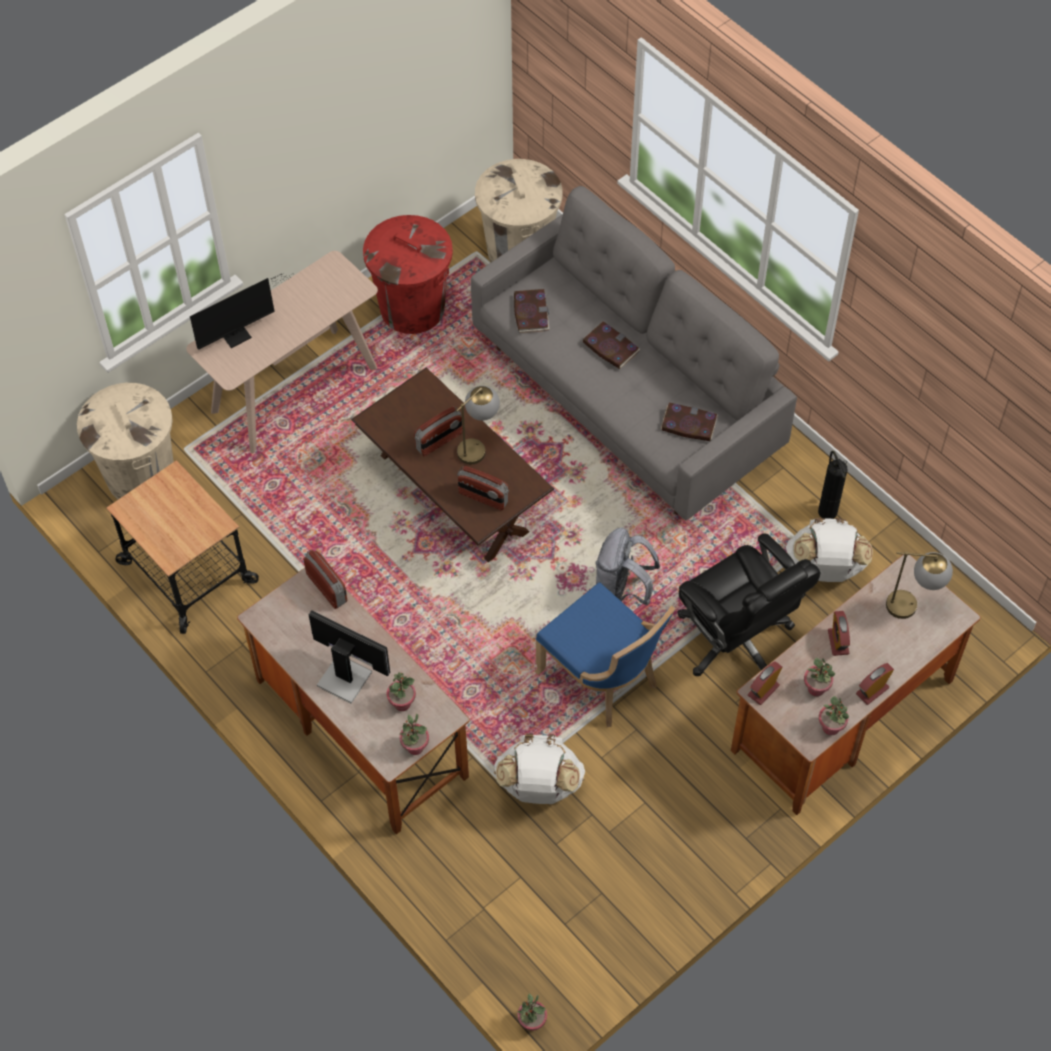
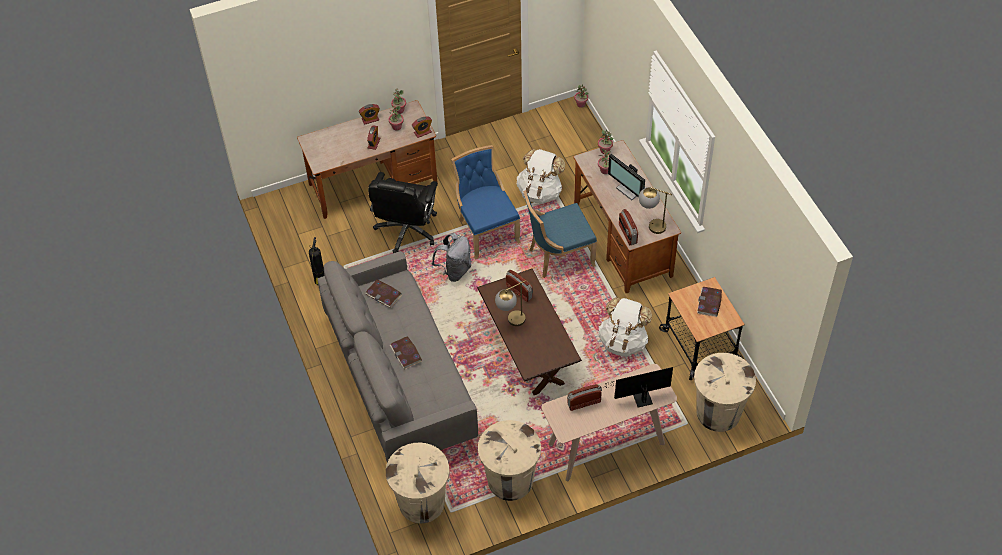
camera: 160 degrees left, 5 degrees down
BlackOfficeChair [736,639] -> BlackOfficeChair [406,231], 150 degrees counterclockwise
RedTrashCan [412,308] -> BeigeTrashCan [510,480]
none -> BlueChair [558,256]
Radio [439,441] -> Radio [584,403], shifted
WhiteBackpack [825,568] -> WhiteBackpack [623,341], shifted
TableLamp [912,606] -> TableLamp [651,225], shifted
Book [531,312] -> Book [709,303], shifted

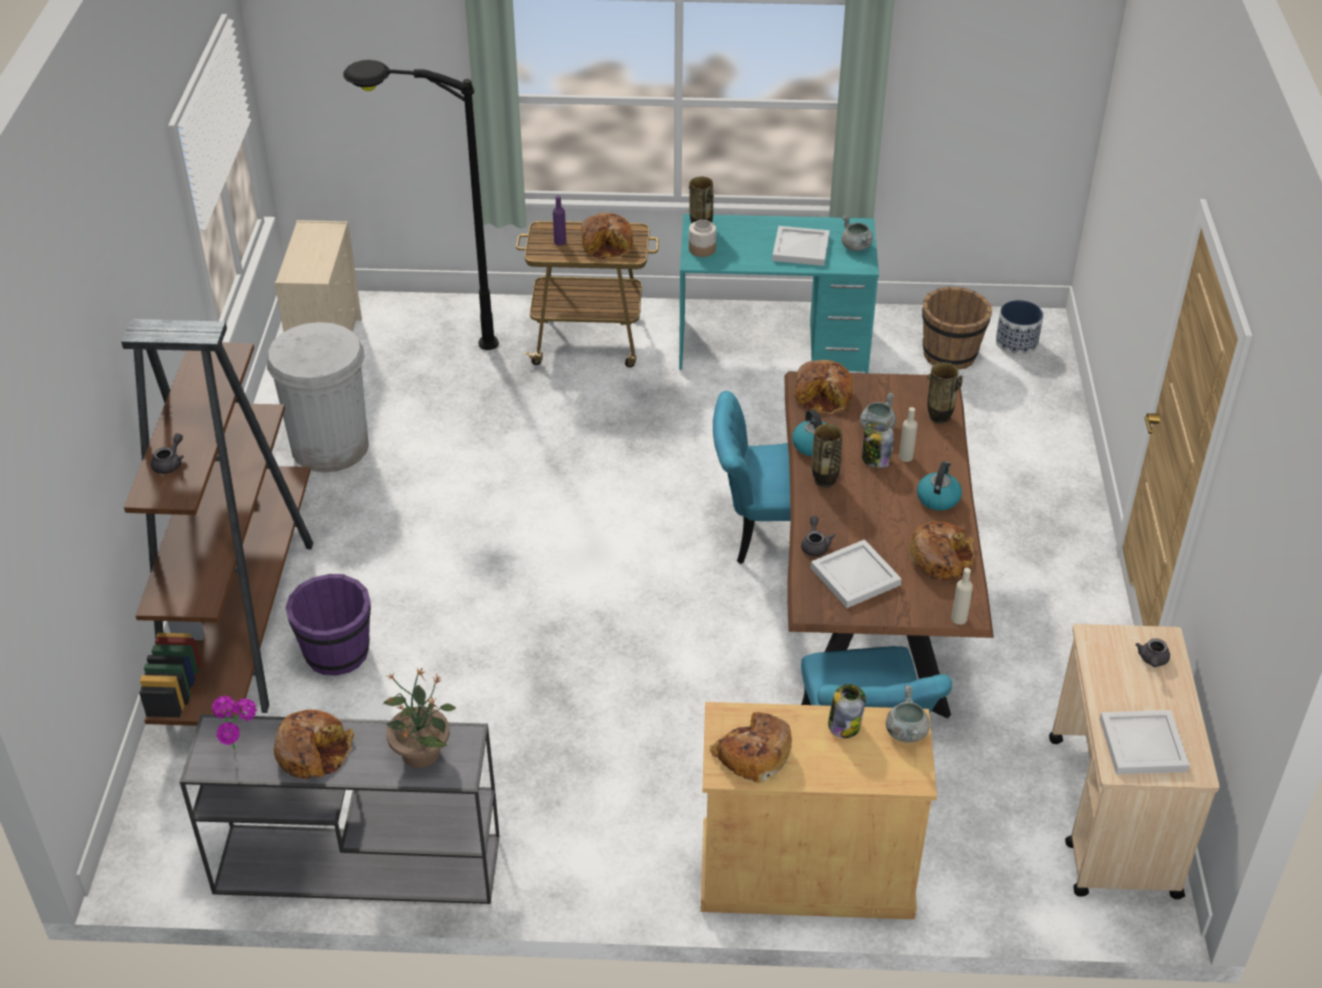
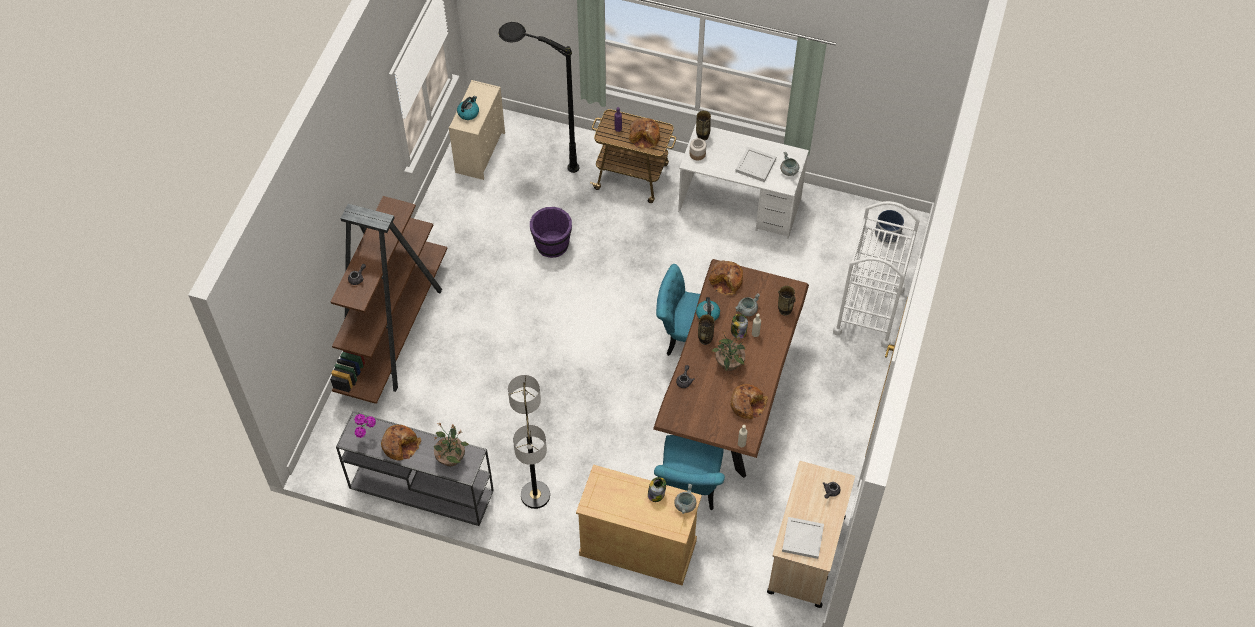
camera: 15 degrees right, 15 degrees up
Kettle [938,498] -> Kettle [468,113], shifted
none -> FloorLamp [535,495]
PurpleBucket [337,653] -> PurpleBucket [552,245], shifted
TurquoiseDesk [773,346] -> WhiteDesk [740,205]
none -> PottedPlant [729,364]
none -> WhiteCart [869,311]
WhiteTrashCan [330,447] -> none
Bread [752,753] -> none
WhiteTray [855,577] -> none
BrownBucket [950,355] -> none

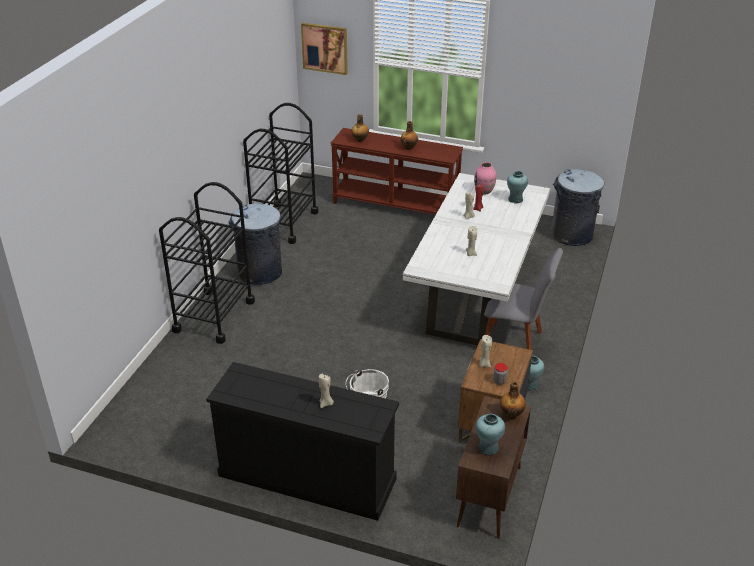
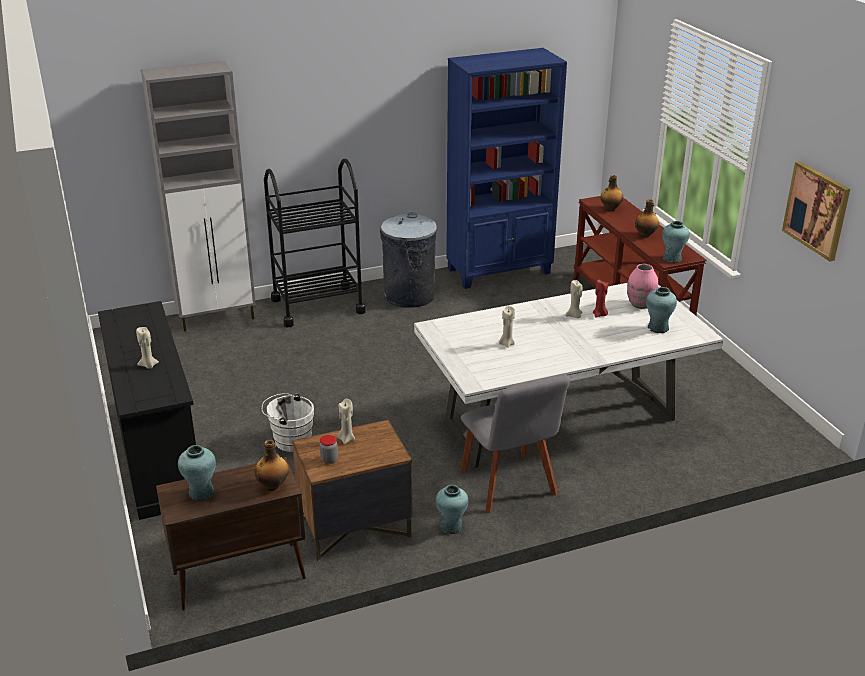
camera: 50 degrees right, 5 degrees down
none -> GreyCabinet [217,318]
BlackCart [284,223] -> BlueBookcase [500,271]
none -> TurquoiseVase [672,258]
Picture [325,48] -> Picture [816,210], shifted
GreyTrashCan [571,235] -> none

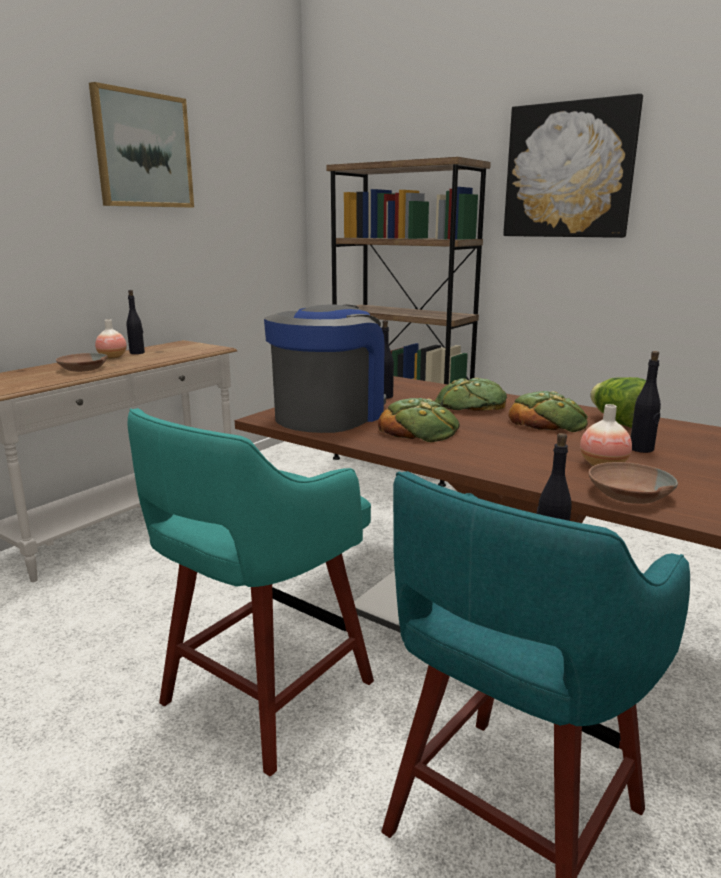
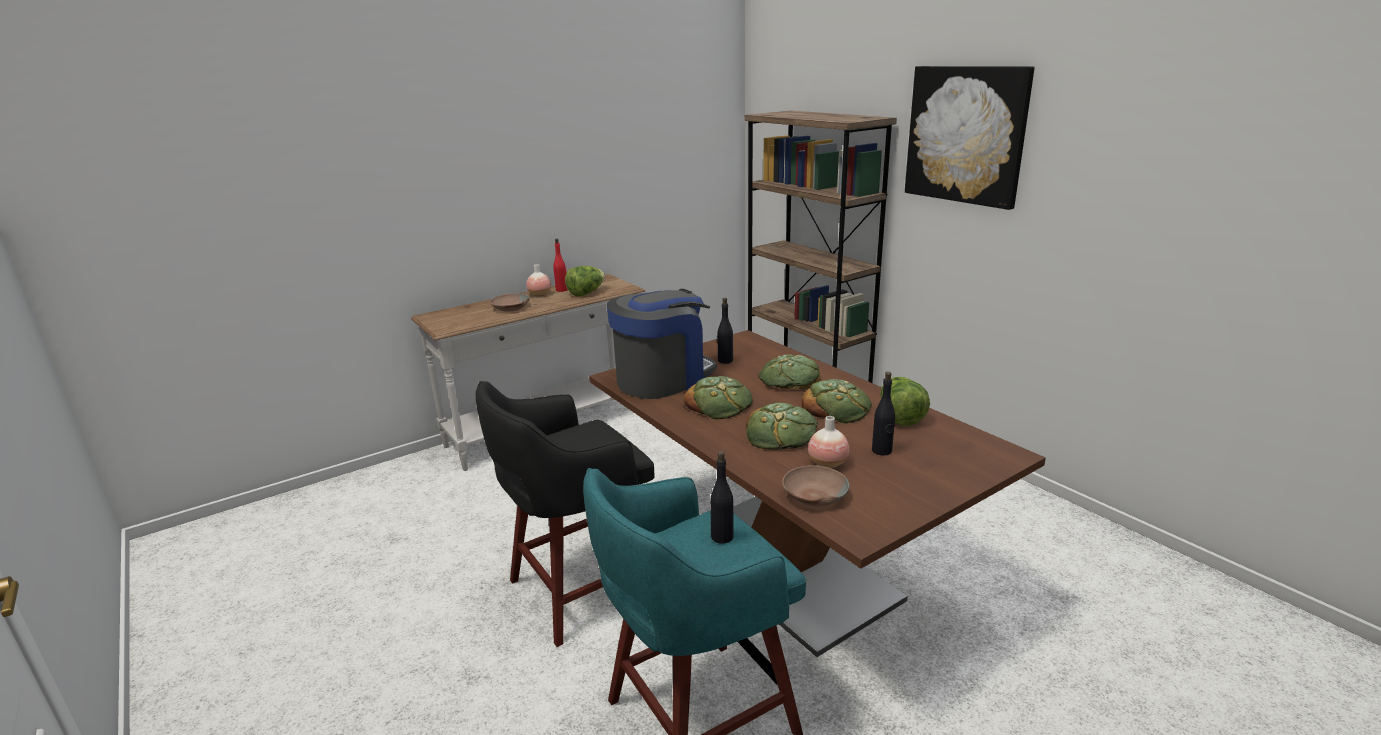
camera: 20 degrees right, 5 degrees up
TurquoiseStool [263,695] -> BlackStool [579,590]
BlackBottle [137,353] -> RedBottle [562,290]
none -> Lettuce [586,293]
none -> Bread [781,433]
Picture [143,150] -> none

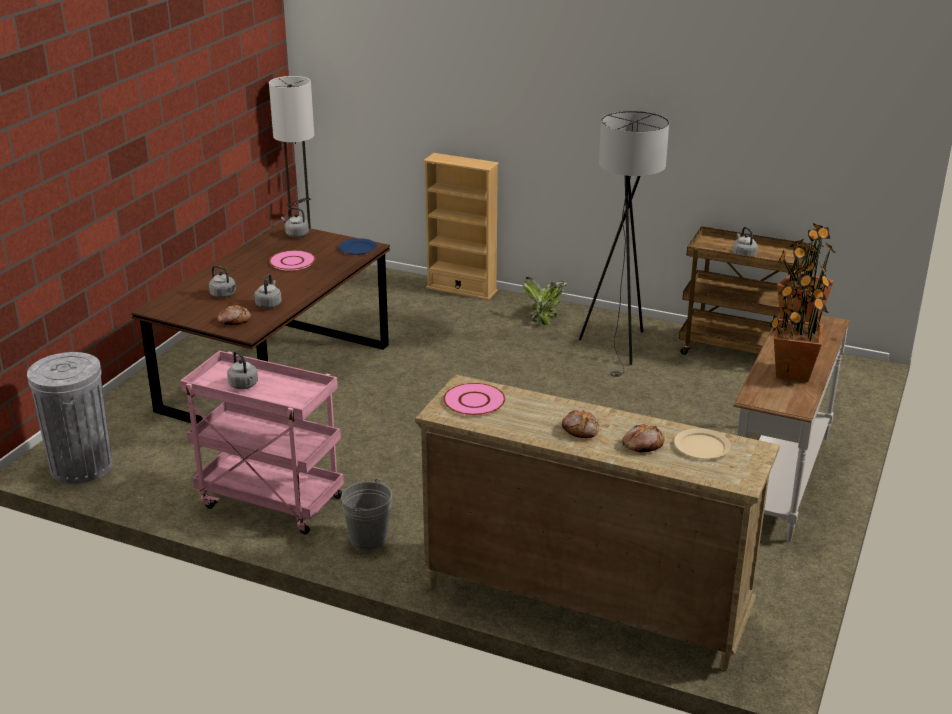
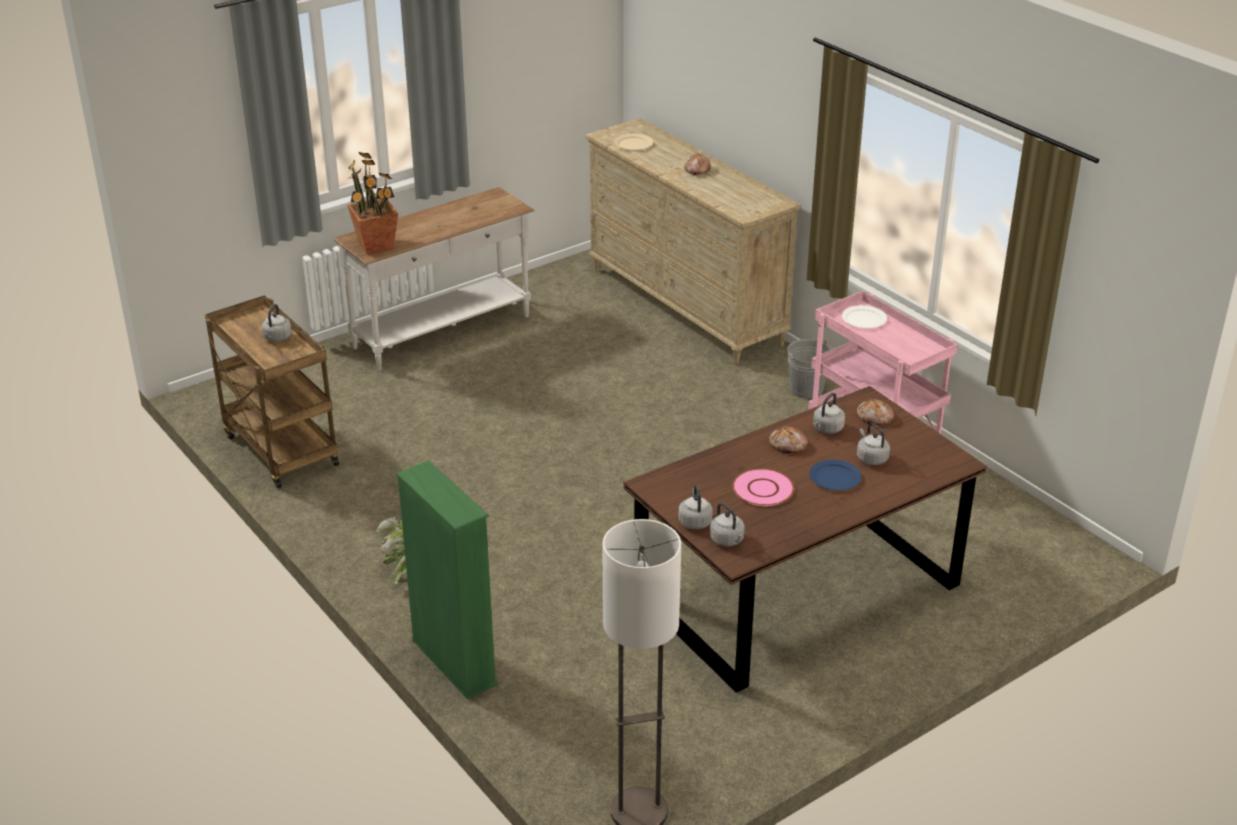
camera: 150 degrees left, 5 degrees up
BeigeBookcase [461,289] -> GreenBookcase [454,662]
GreyKettle [244,385] -> GreyKettle [694,521], shifted
Bread [642,444] -> Bread [788,445], shifted
BluePlate [357,248] -> BluePlate [835,478], shifted
none -> WhitePlate [863,319]
GreyTrashCan [81,466] -> none
PinkPlate [474,401] -> none
GreyFloorLamp [620,348] -> none
PottedPlant [792,372] -> none

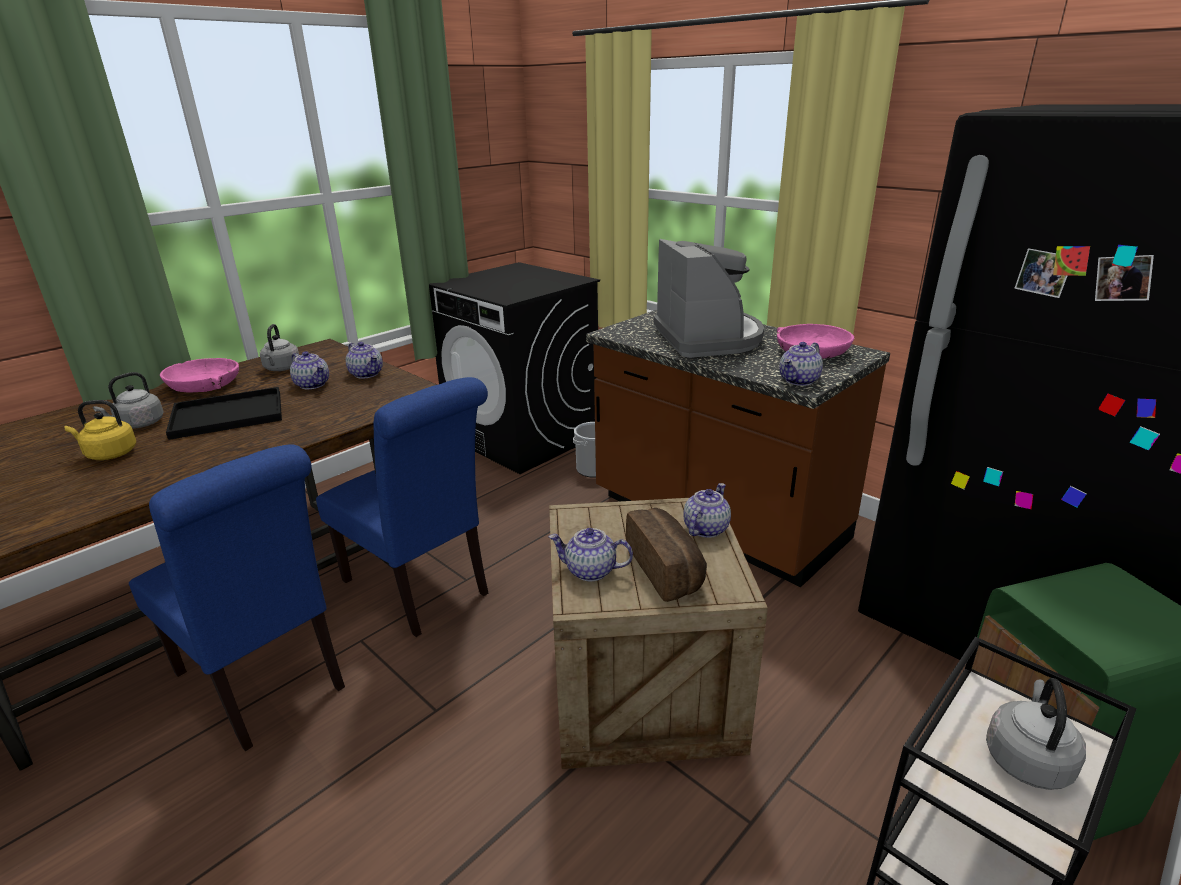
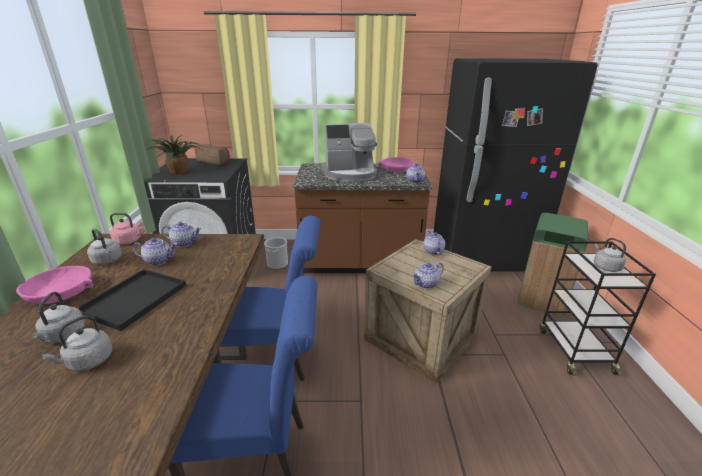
camera: 45 degrees left, 0 degrees up
YellowKettle [109,454] -> GreyKettle [88,361]
none -> PinkKettle [129,241]
none -> PottedPlant [178,171]
Bread [667,569] -> Bread [214,161], shifted
CoffeeMachine [708,338] -> CoffeeMachine [350,174], 135 degrees clockwise

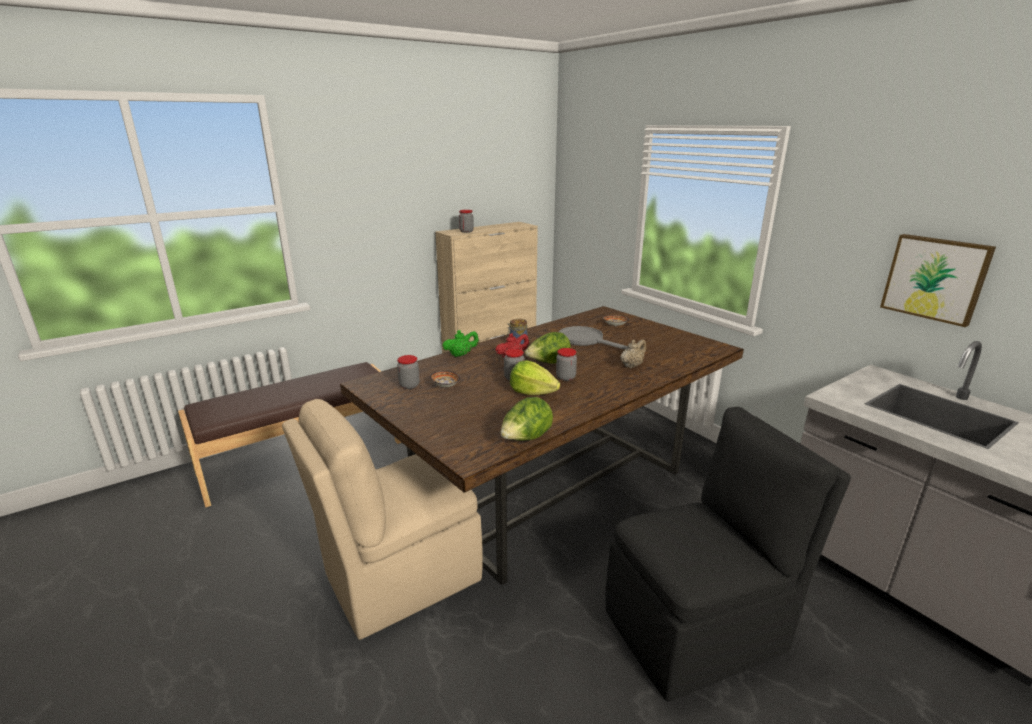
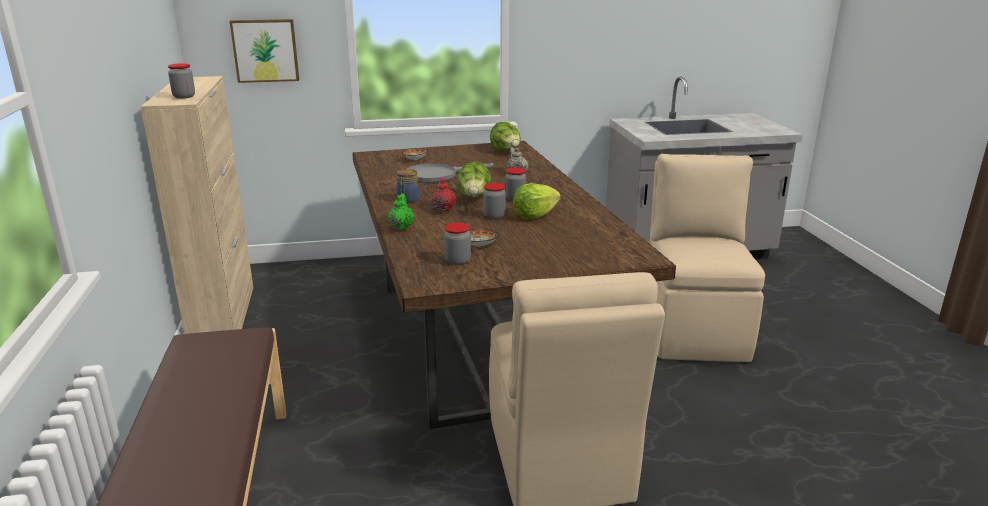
camera: 65 degrees left, 0 degrees up
Picture [935,278] -> Picture [265,50], shifted
Lettuce [526,439] -> Lettuce [506,151], shifted
BlackChair [698,629] -> BeigeChair [694,330]

